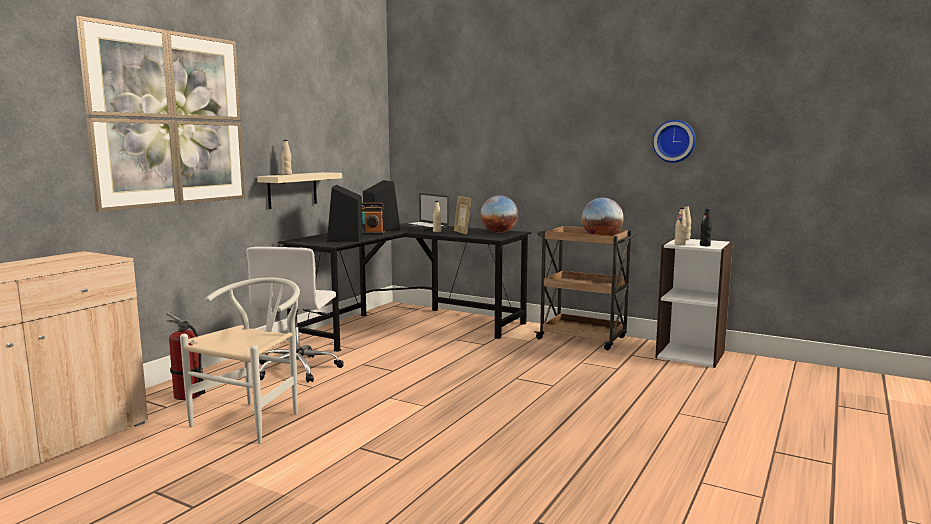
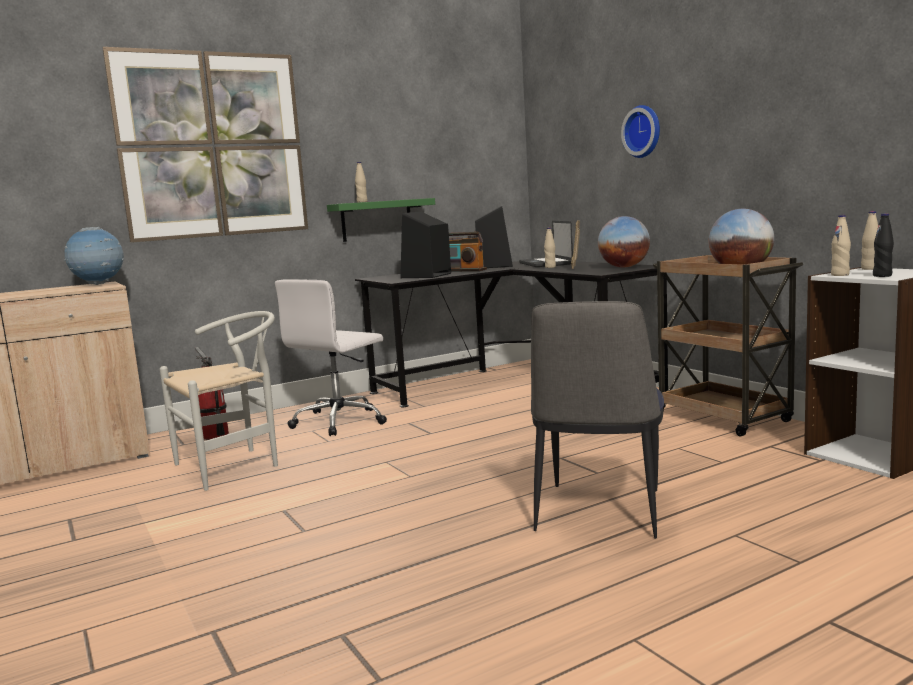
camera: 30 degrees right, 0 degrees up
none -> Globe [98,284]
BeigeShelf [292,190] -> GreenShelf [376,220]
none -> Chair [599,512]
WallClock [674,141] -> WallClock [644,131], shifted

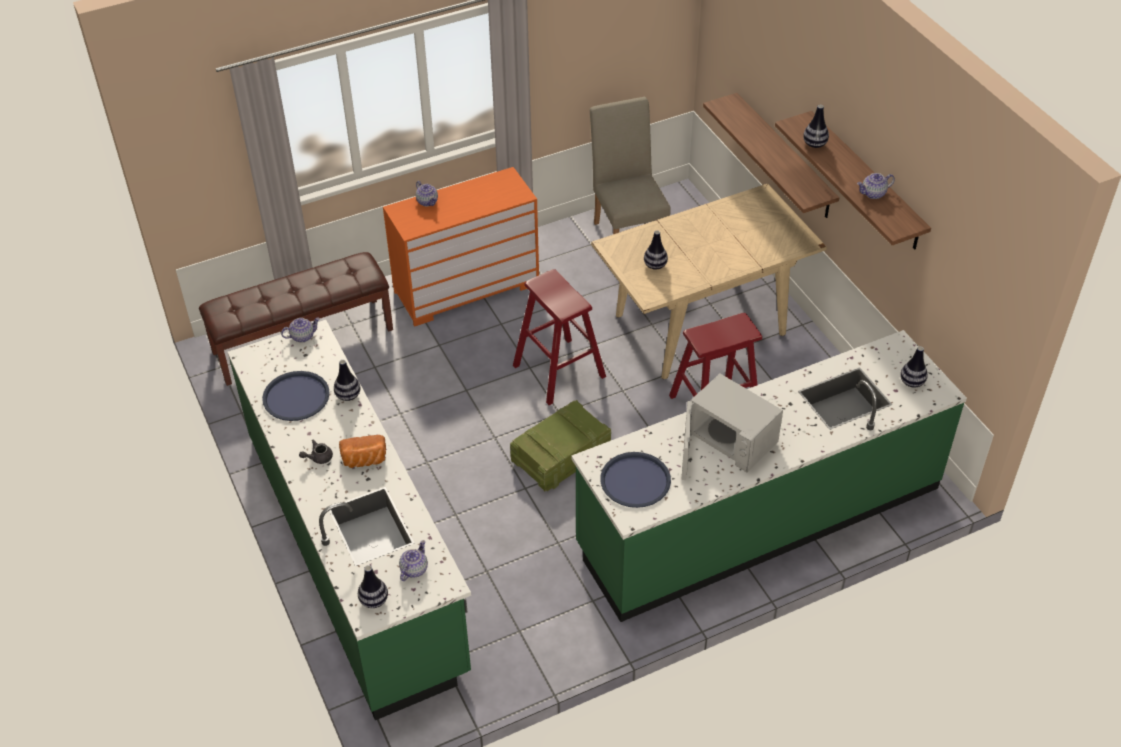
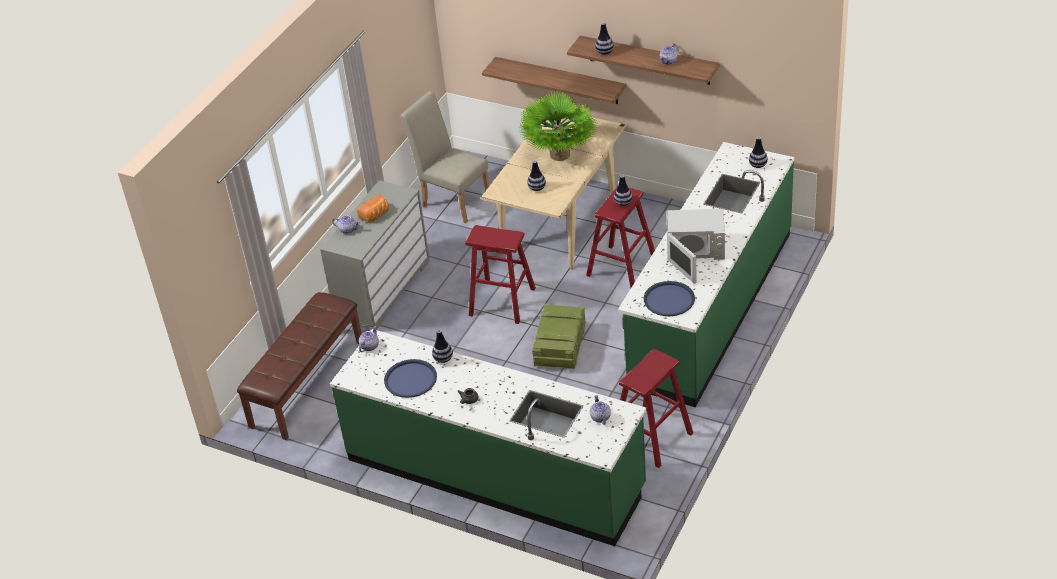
camera: 35 degrees left, 5 degrees down
OrangeDresser [466,287] -> GreyDresser [383,290]
Bread [364,461] -> Bread [375,215], shifted
none -> PottedPlant [560,154]
Vase [374,600] -> Vase [623,203], shifted
none -> RedStool [651,437]

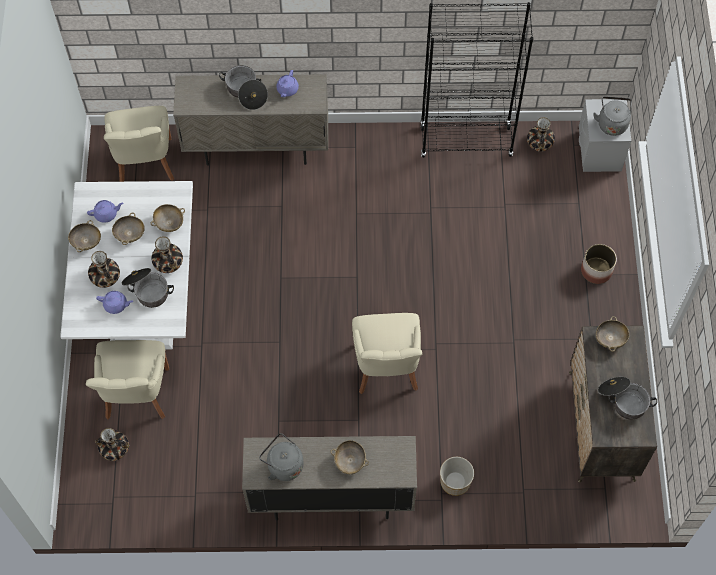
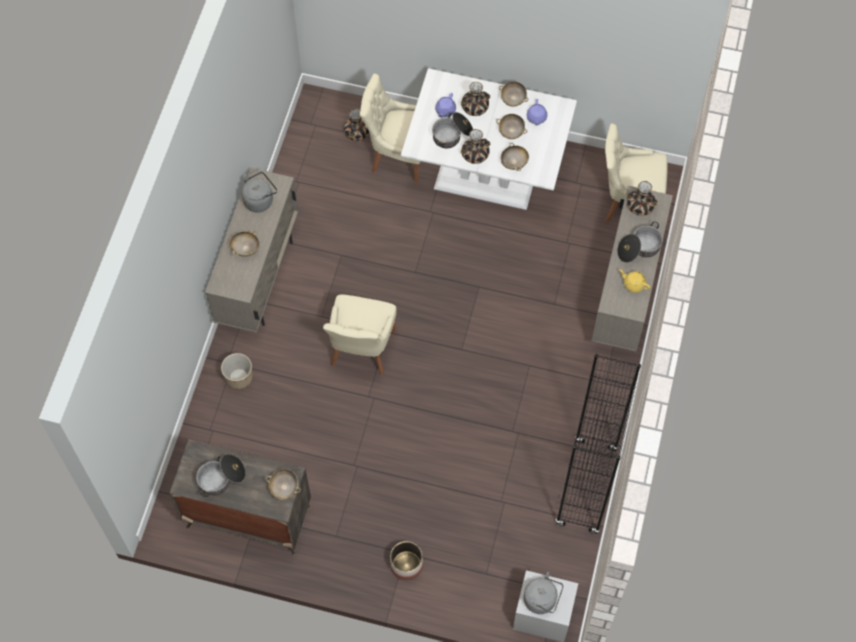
camera: 105 degrees right, 0 degrees up
BeigeChair [386,369] -> BeigeChair [361,350], 90 degrees counterclockwise
PurpleTeapot [287,90] -> YellowTeapot [633,284]
Vase [539,143] -> Vase [639,206], shifted

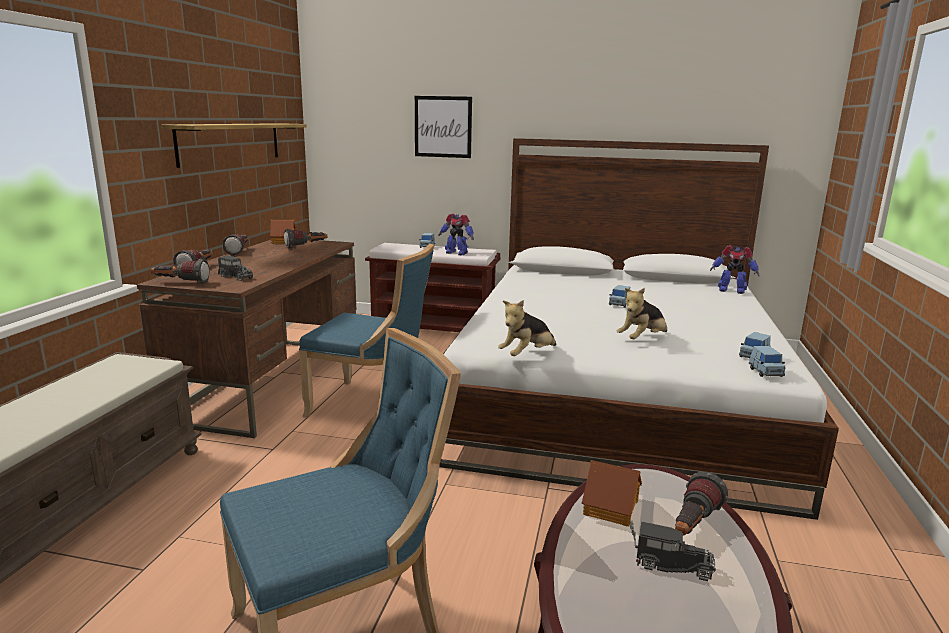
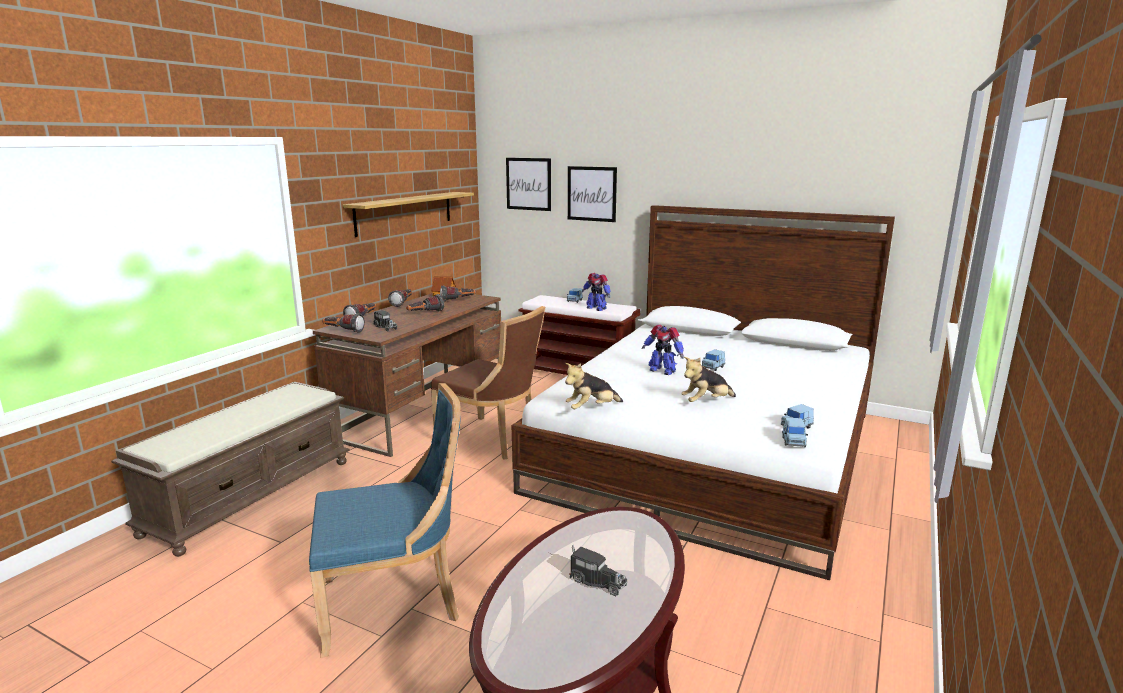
camera: 15 degrees right, 0 degrees up
Flashlight [692,526] -> Flashlight [425,313], shifted
BlueChair [372,406] -> BrownChair [492,440]
none -> Picture [528,184]
ToyRobot [731,290] -> ToyRobot [662,370], shifted
ToyHouse [612,507] -> none

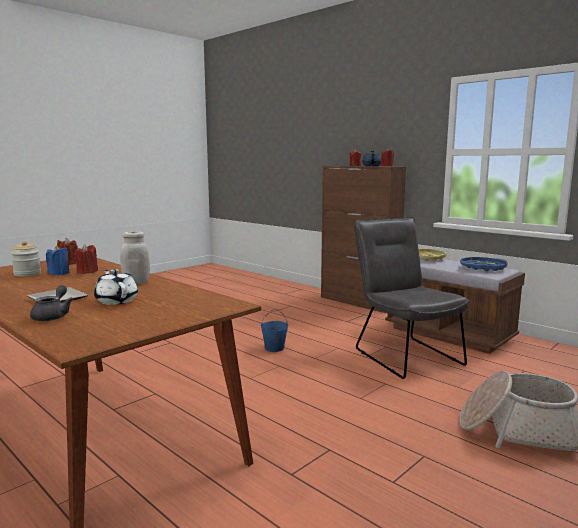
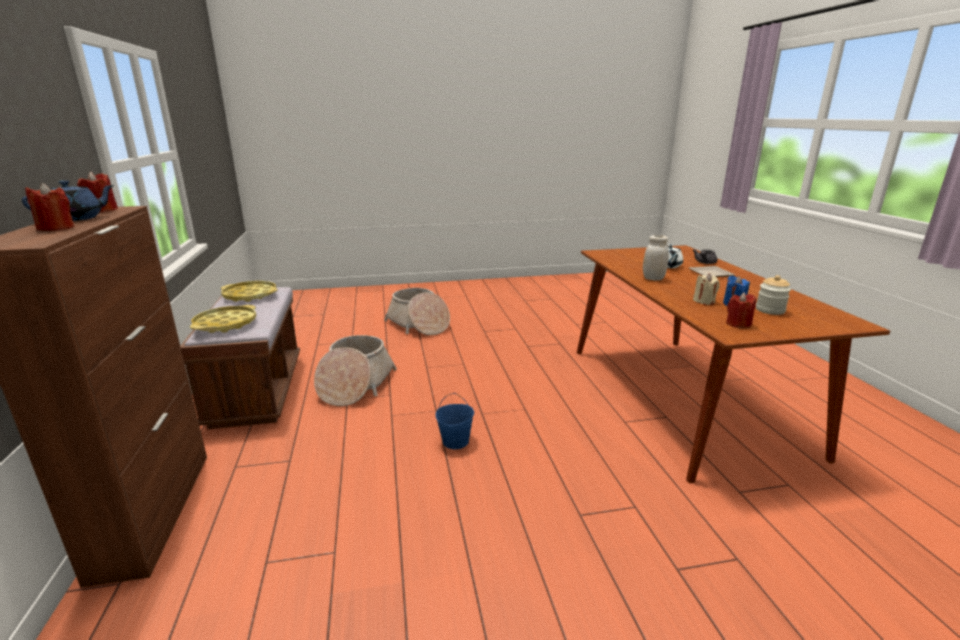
camera: 145 degrees left, 10 degrees up
BlueTray [483,267] -> YellowTray [250,295]
GreyChair [403,354] -> Basket [355,385]
RedCandle [87,272] -> BeigeCandle [704,301]

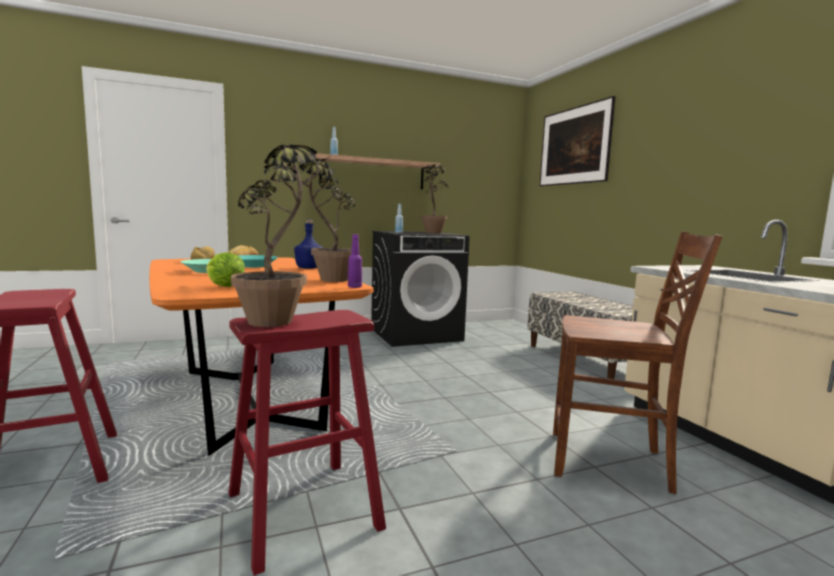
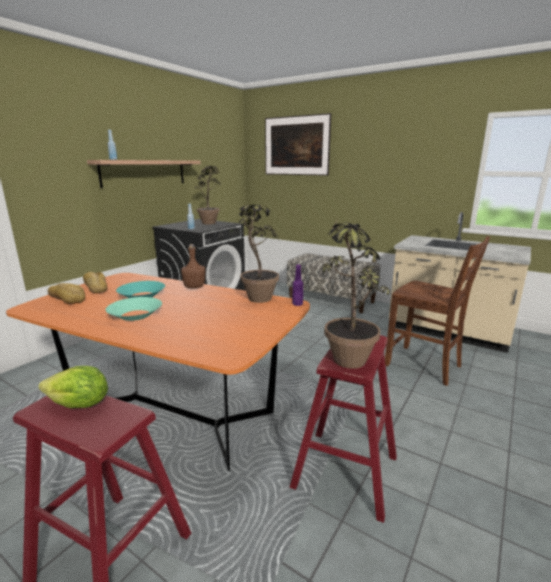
camera: 35 degrees left, 10 degrees up
Lettuce [224,287] -> Lettuce [79,405], shifted
BlueBottle [309,268] -> BrownBottle [195,286]
BrownChair [611,462] -> BrownChair [424,366], 60 degrees clockwise

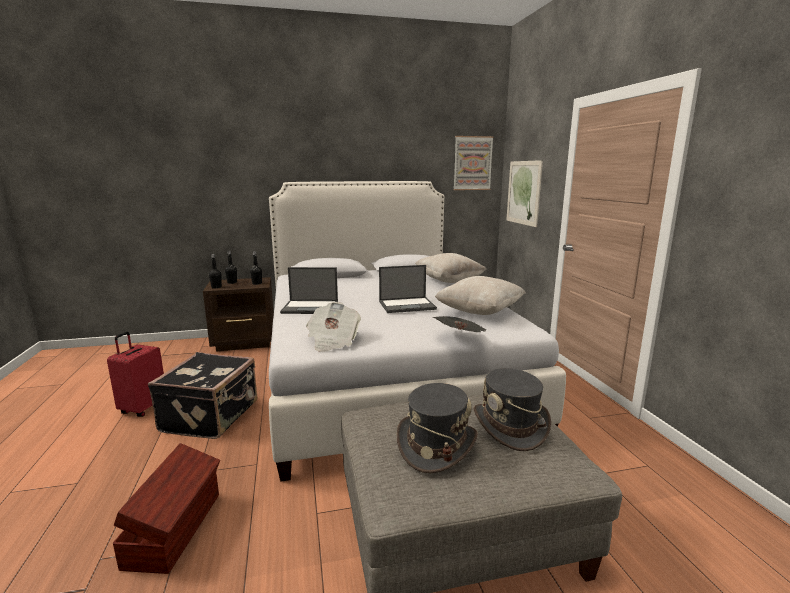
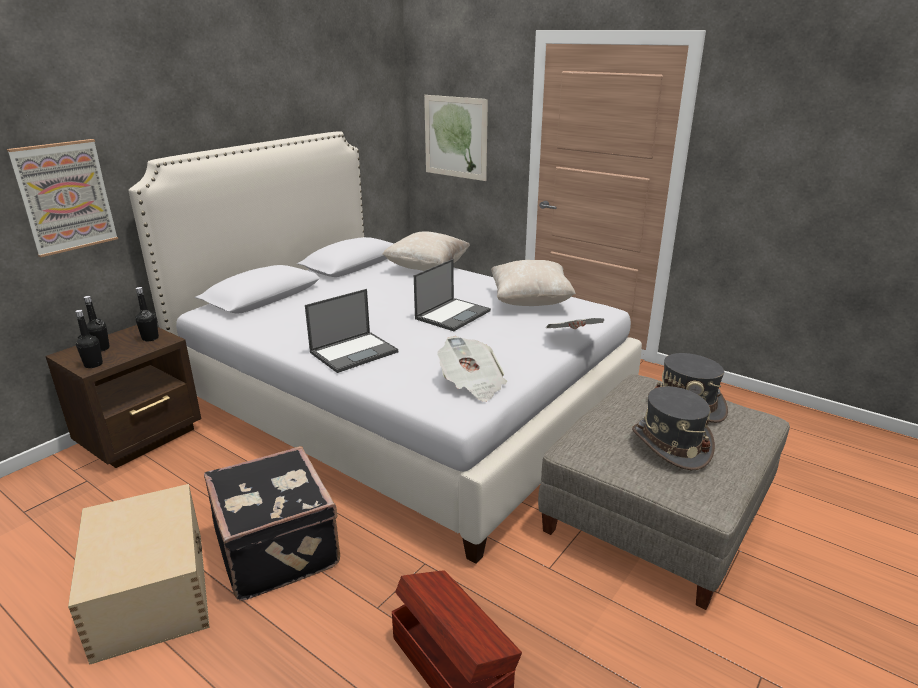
camera: 40 degrees left, 10 degrees up
Picture [472,163] -> Picture [65,197], shifted
RedSuitcase [143,408] -> BeigeStorageBox [152,591]

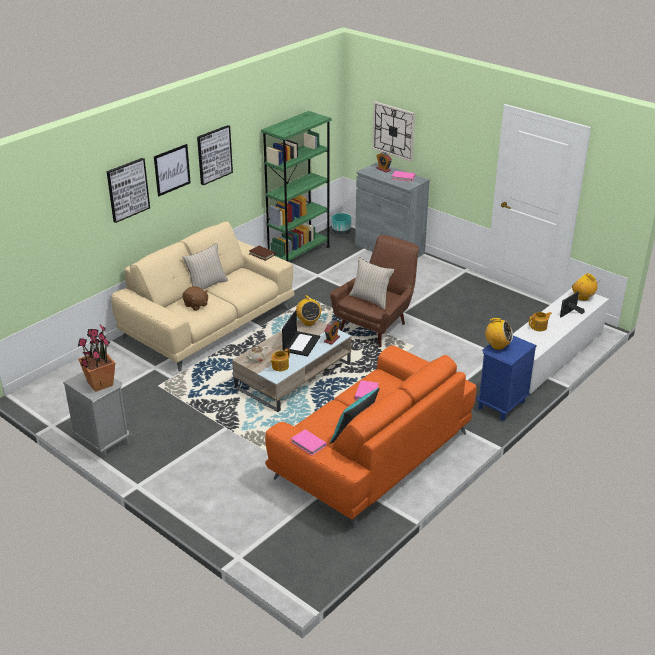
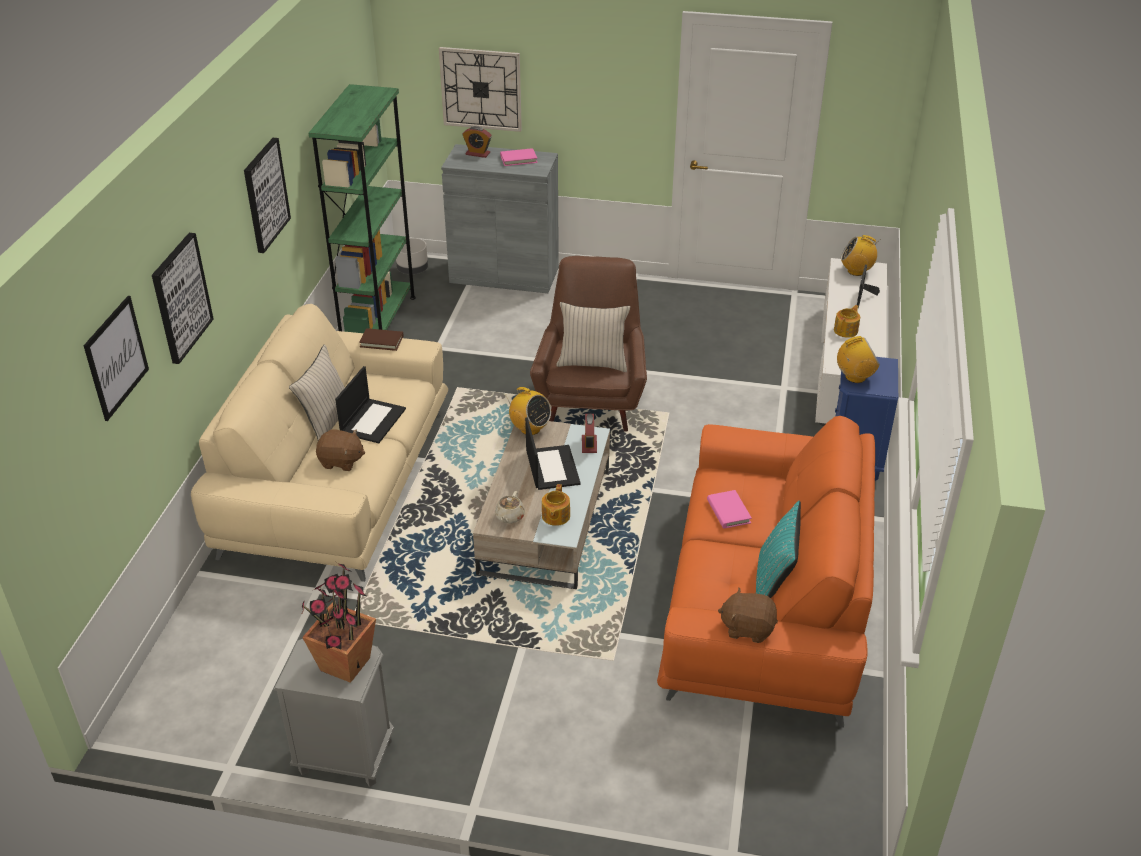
camera: 30 degrees left, 5 degrees up
Picture [172,169] -> Picture [116,357], shifted
none -> Laptop [373,420]
TurquoisePlanter [341,233] -> GreyPlanter [413,270]
PinkBook [308,444] -> BrownPlushToy [747,628]

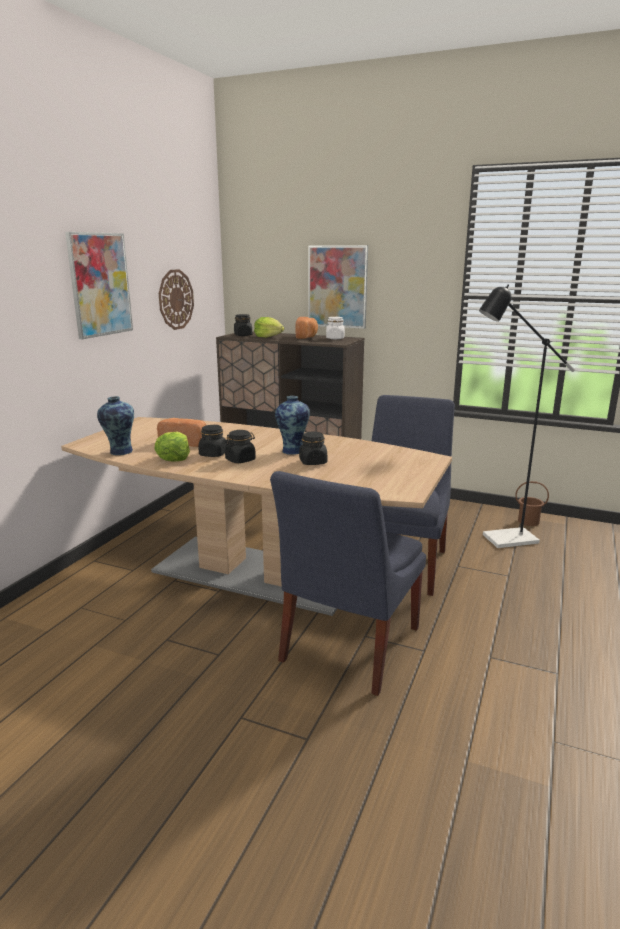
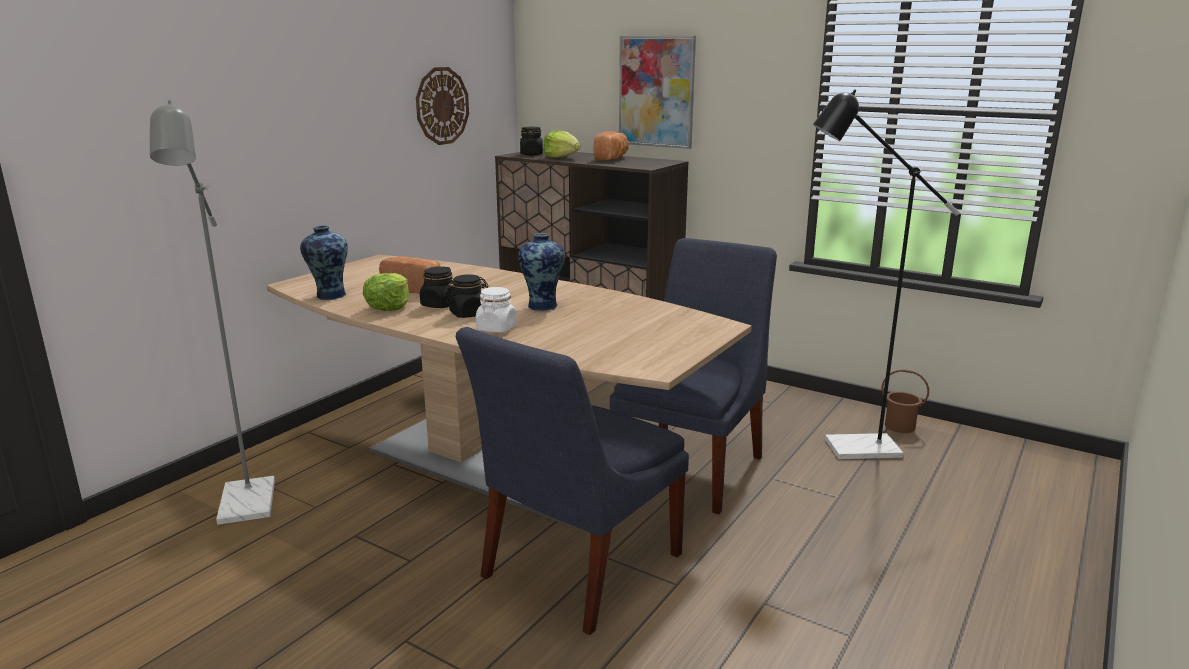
camera: 10 degrees right, 0 degrees up
none -> GreyFloorLamp [246,509]
WhiteJar [335,338] -> WhiteJar [496,328], shifted
Picture [100,284] -> none
BlackJar [313,462] -> none

